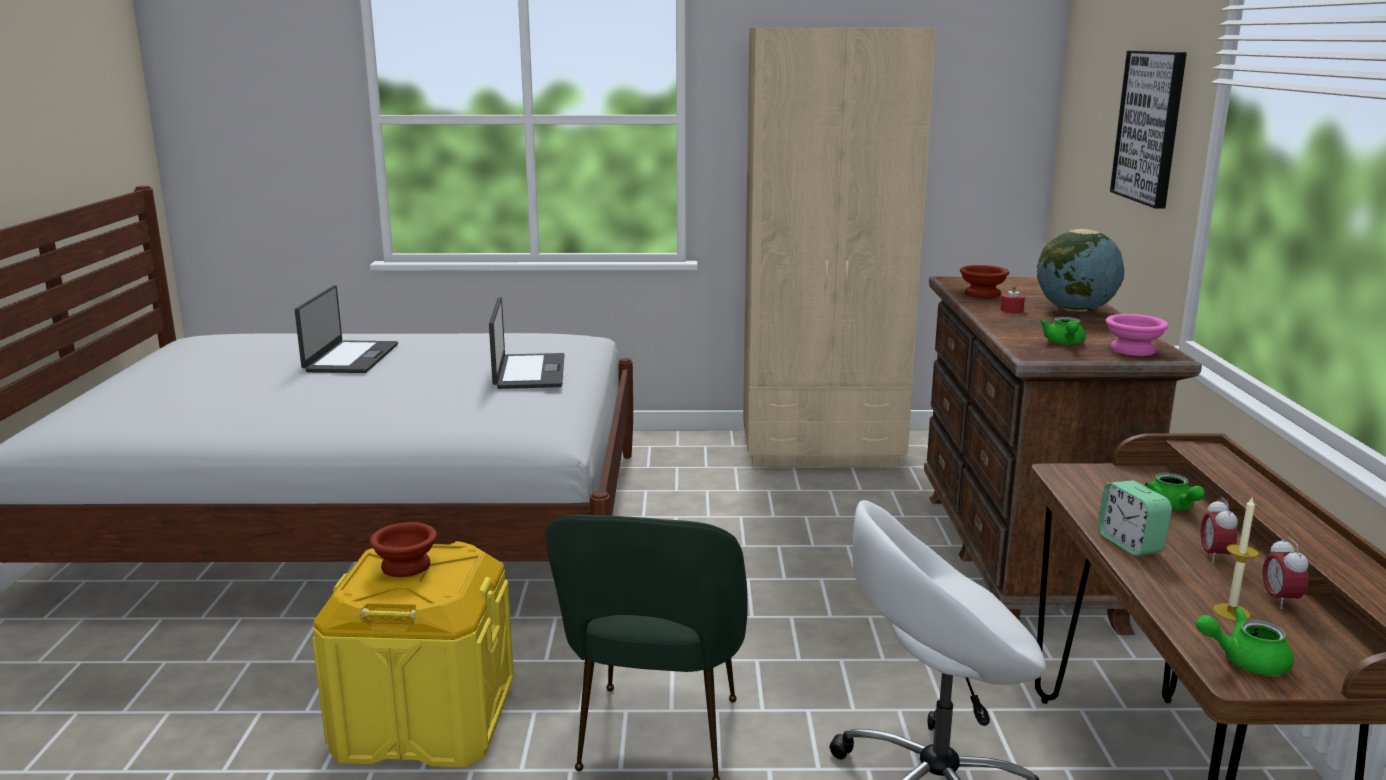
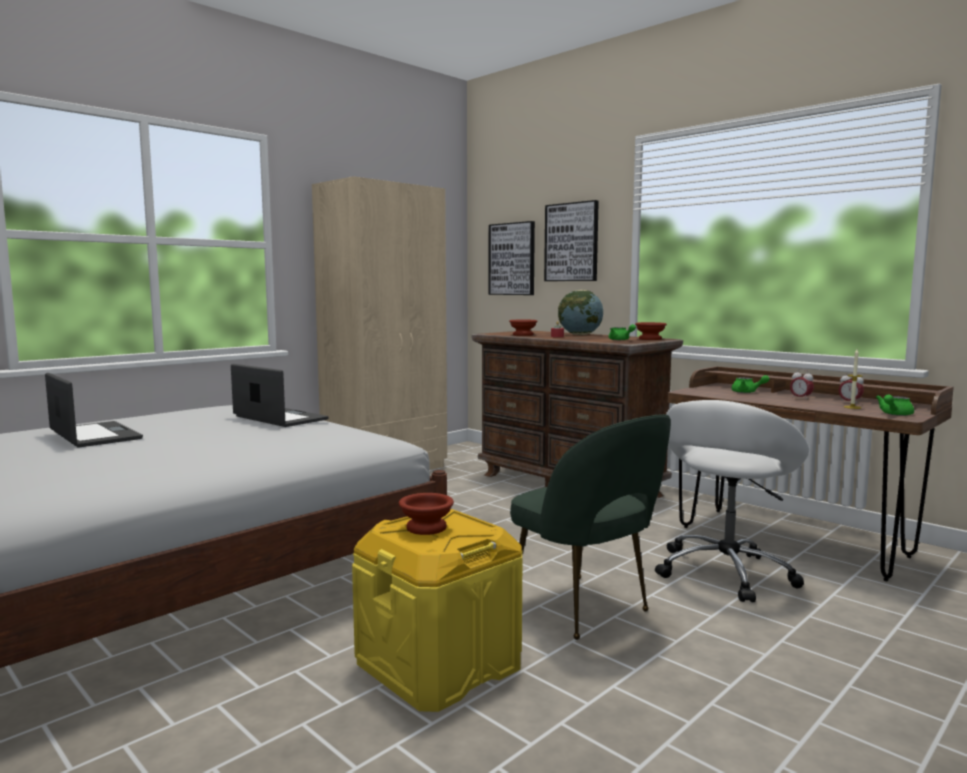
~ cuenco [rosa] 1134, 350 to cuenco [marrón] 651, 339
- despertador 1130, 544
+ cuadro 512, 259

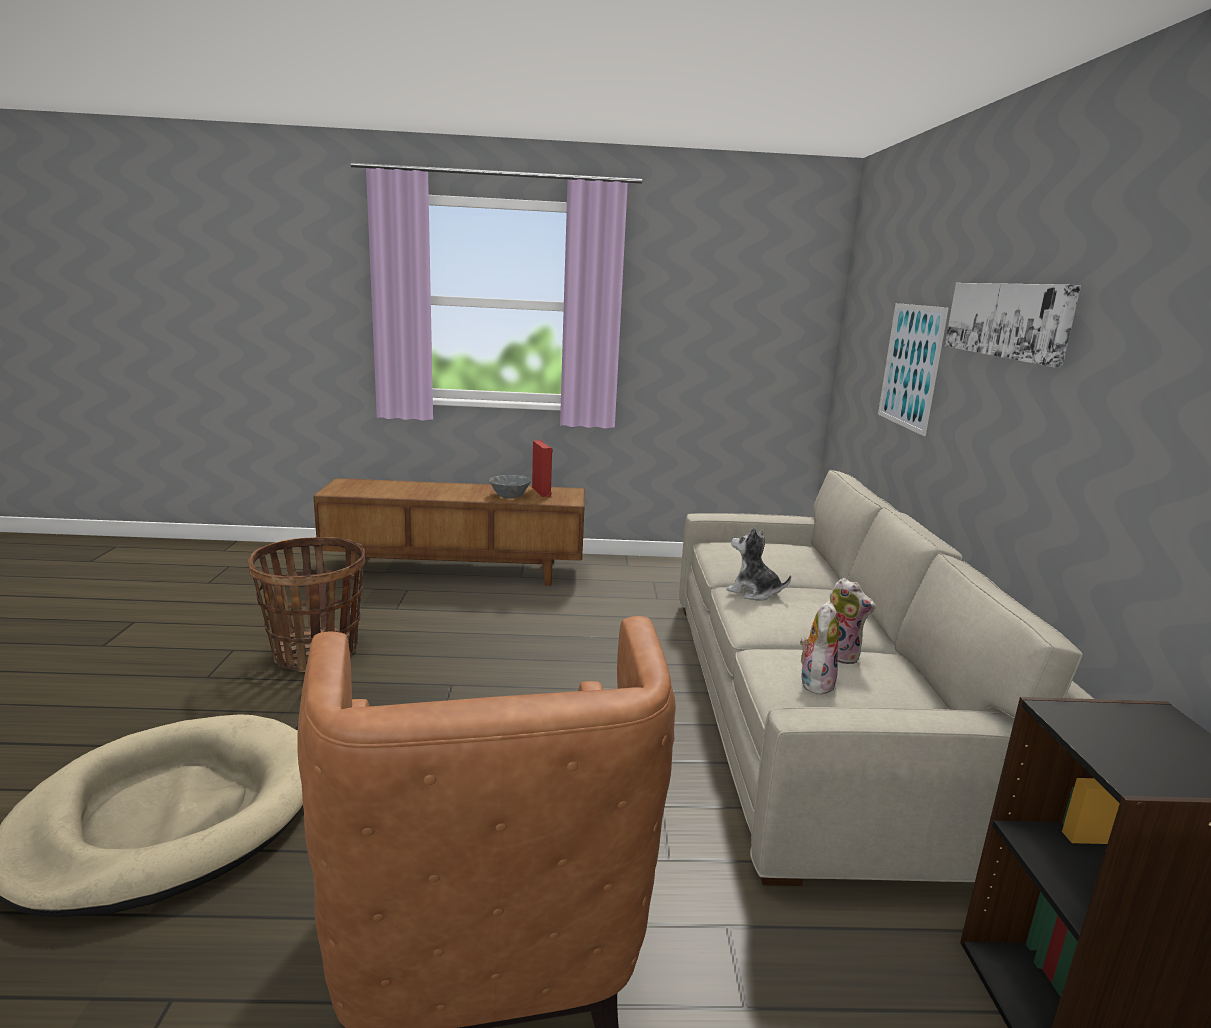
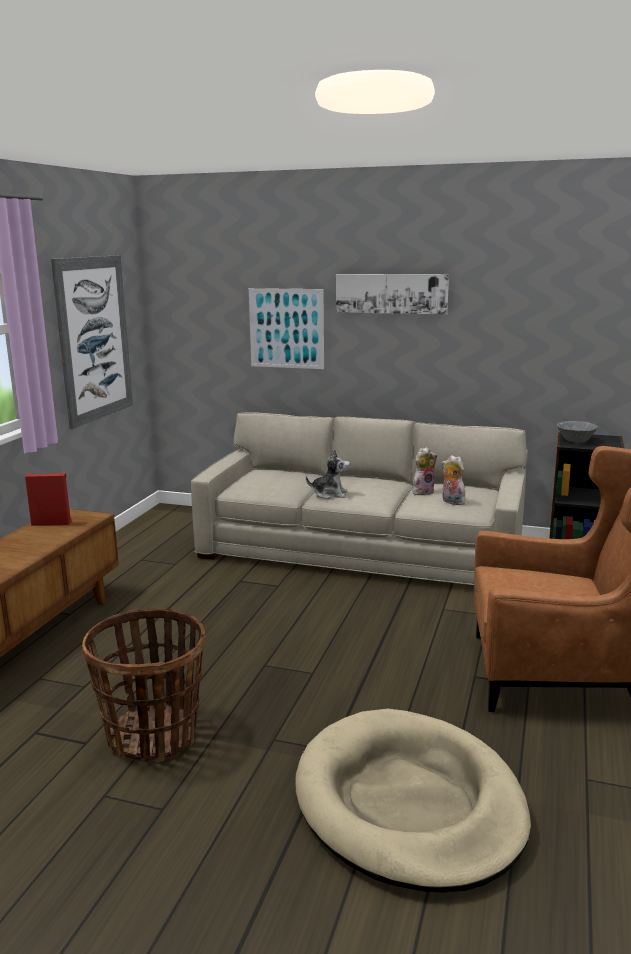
~ cuenco [gris] 509, 495 to 575, 440
~ peluche 753, 592 = 329, 494 135 degrees counterclockwise
+ cuadro 94, 339

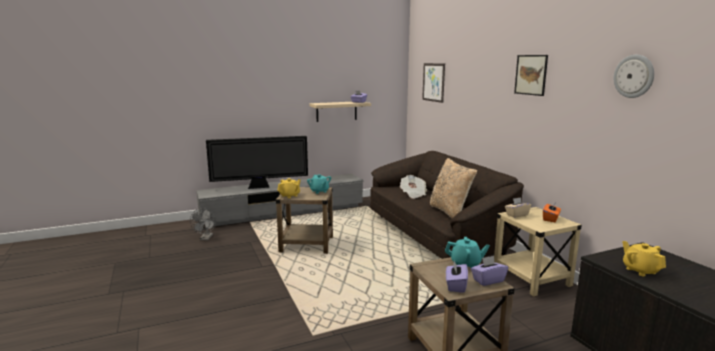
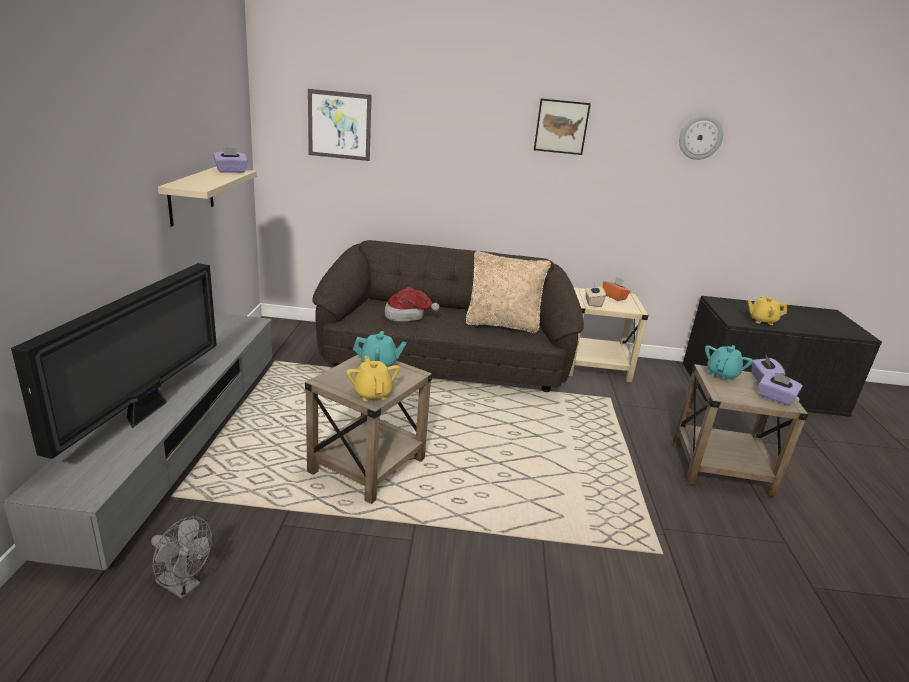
~ periódico 413, 194 to sombrero 407, 316

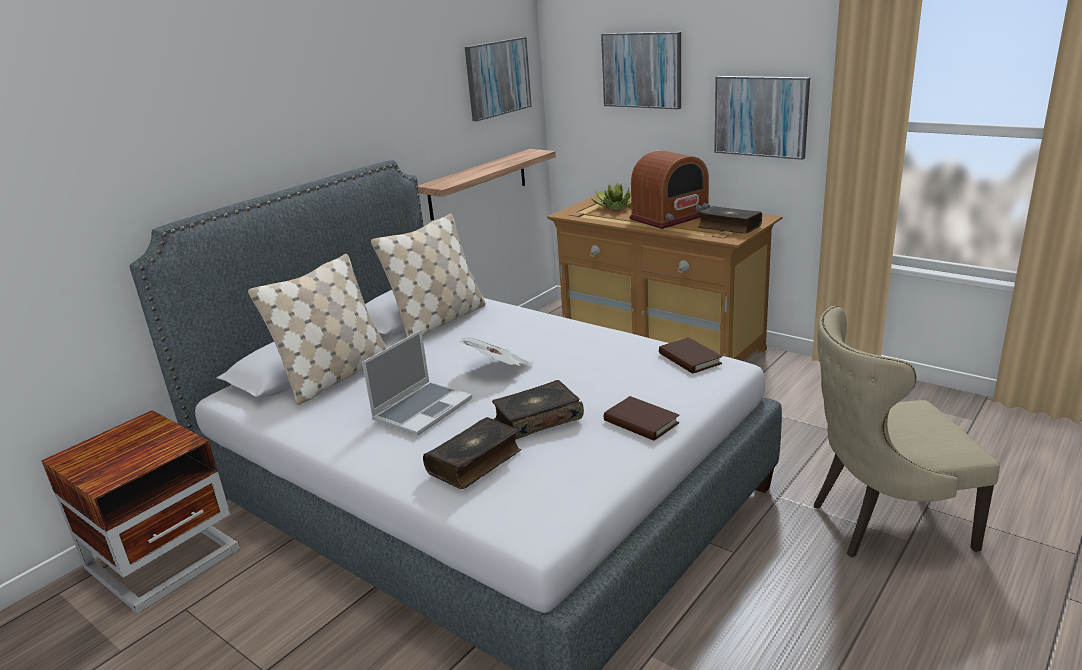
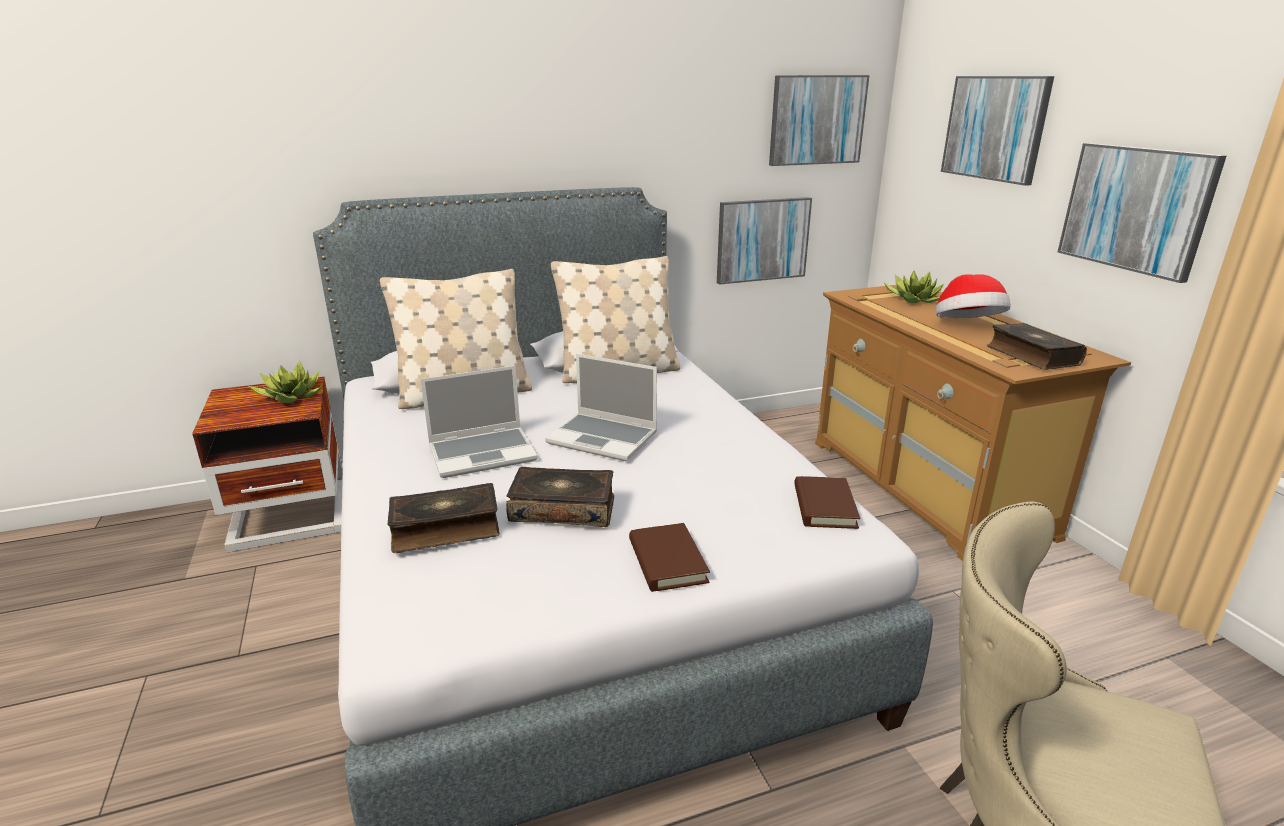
~ estante 478, 184 to cuadro 762, 240
~ radio 670, 217 to sombrero 967, 326
~ periódico 498, 368 to portátil 604, 438
+ planta en maceta 291, 397

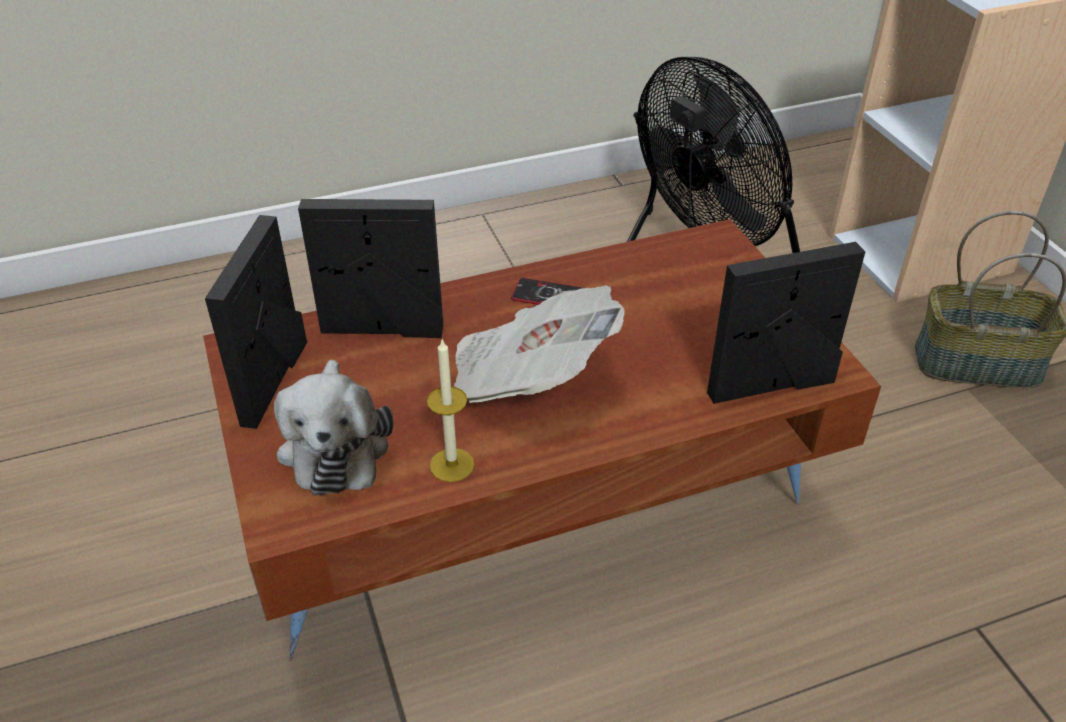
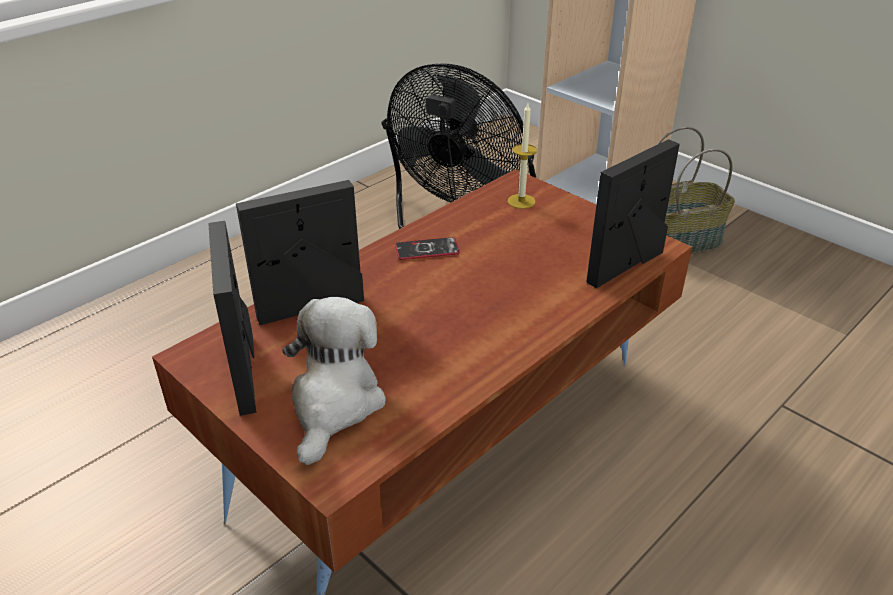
- periódico 529, 378
~ vela 452, 465 to 521, 201
~ peluche 334, 445 = 334, 403 135 degrees counterclockwise

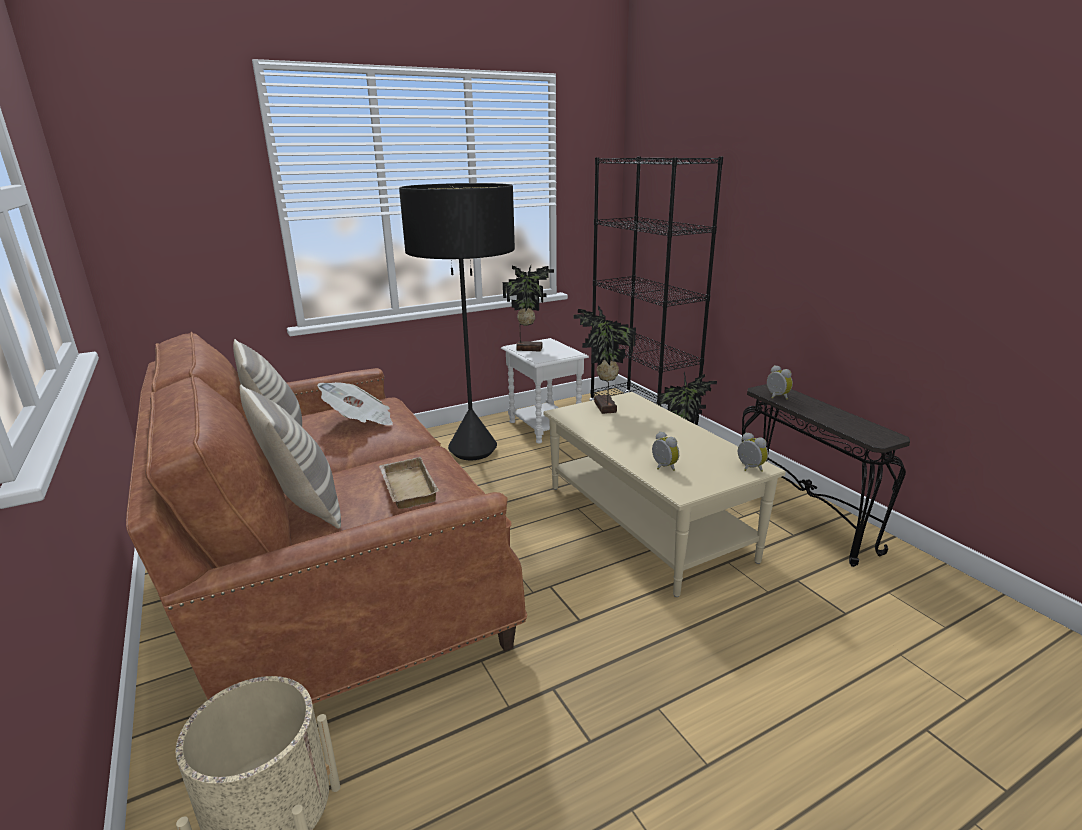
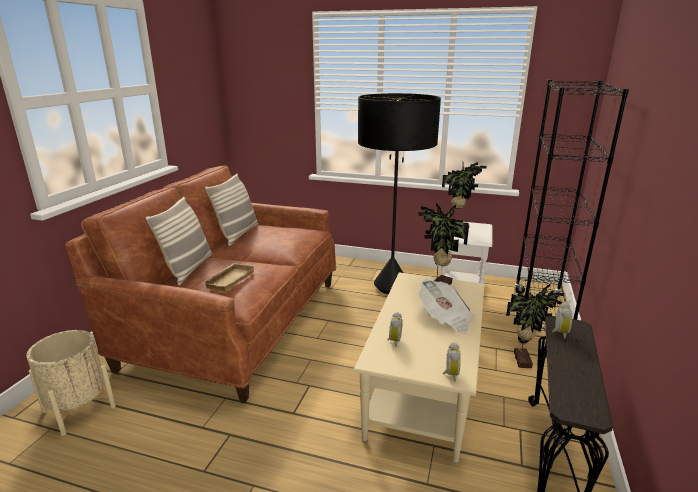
~ periódico 360, 421 to 445, 319

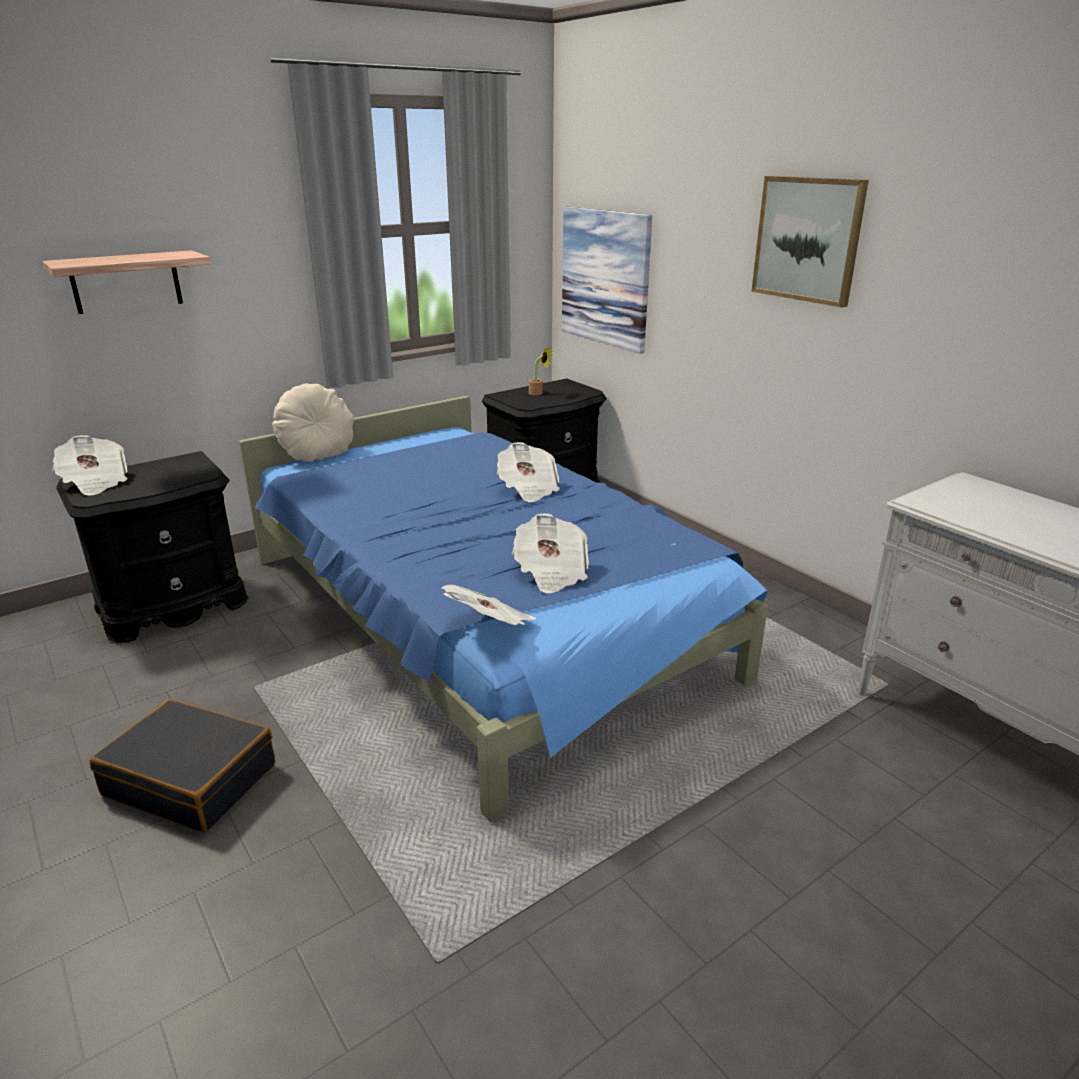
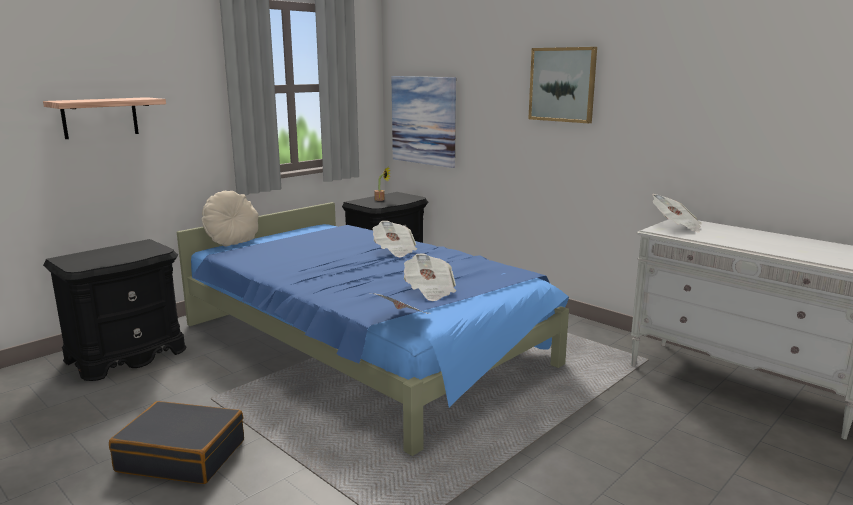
~ periódico 95, 482 to 676, 226

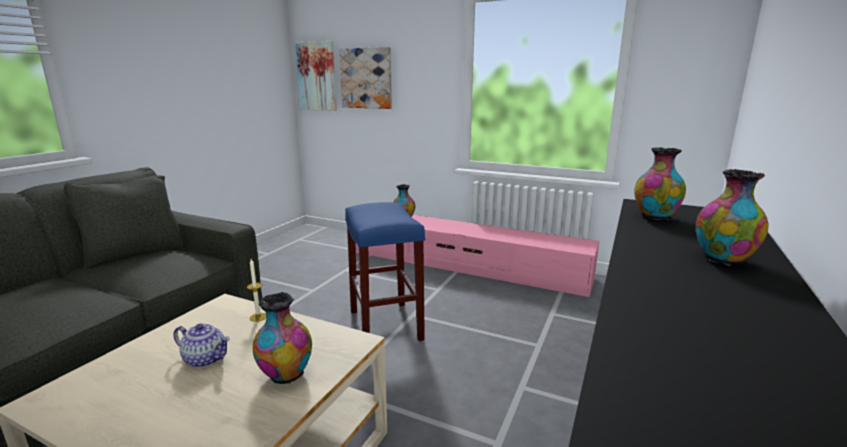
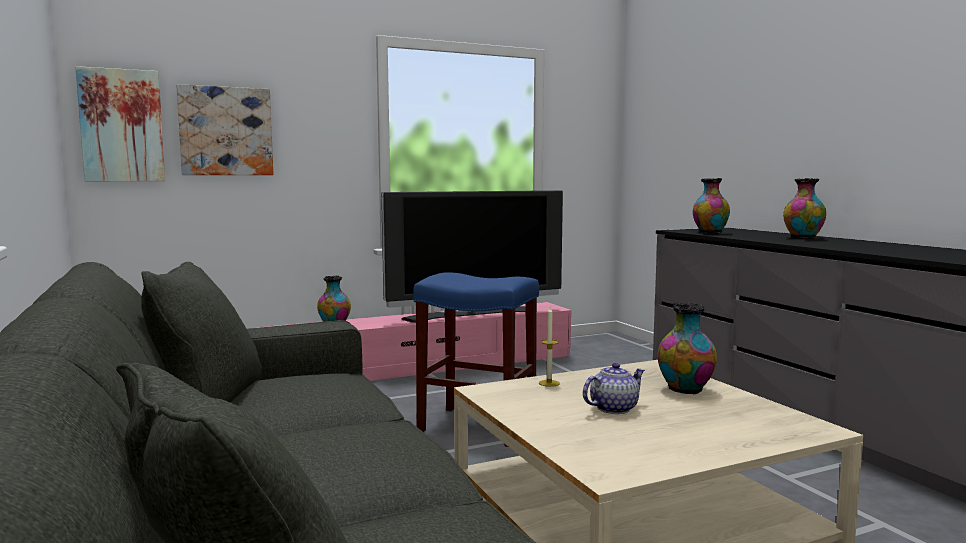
+ televisor 472, 314

